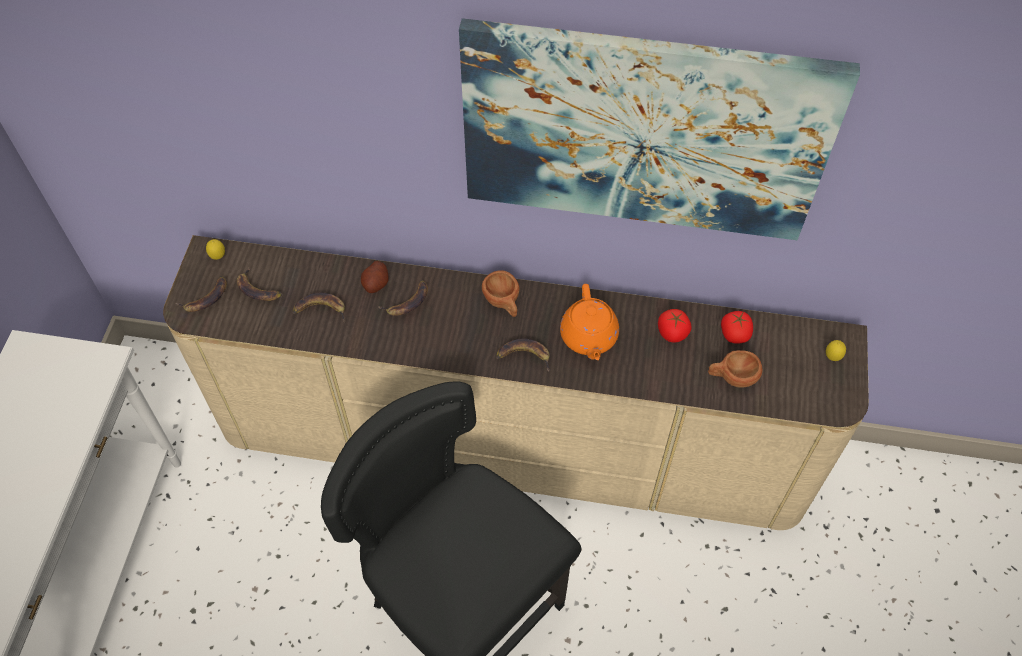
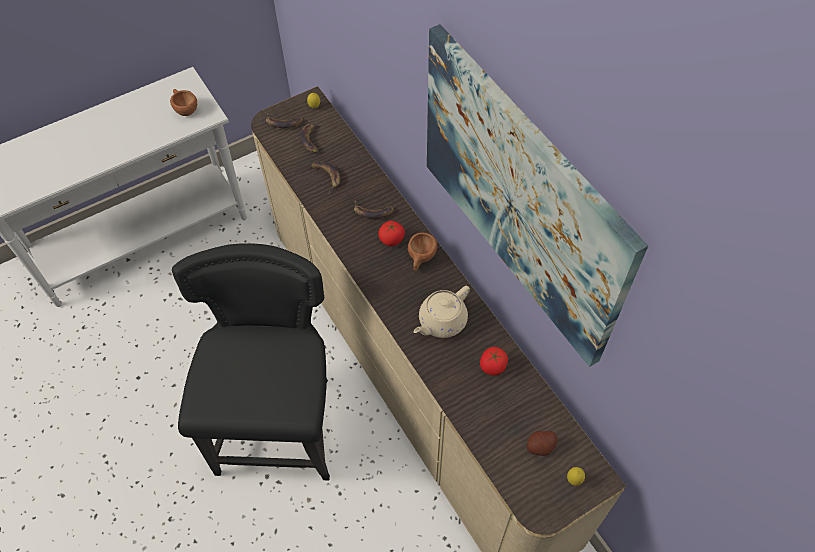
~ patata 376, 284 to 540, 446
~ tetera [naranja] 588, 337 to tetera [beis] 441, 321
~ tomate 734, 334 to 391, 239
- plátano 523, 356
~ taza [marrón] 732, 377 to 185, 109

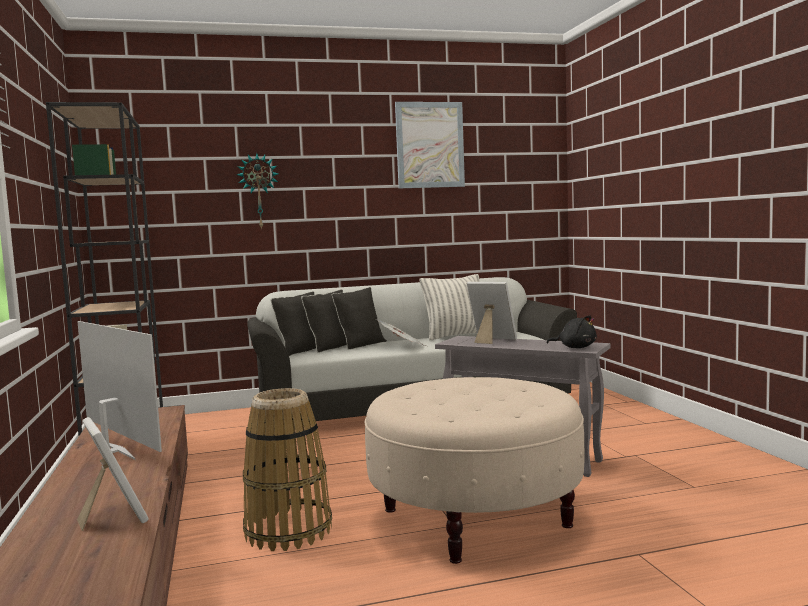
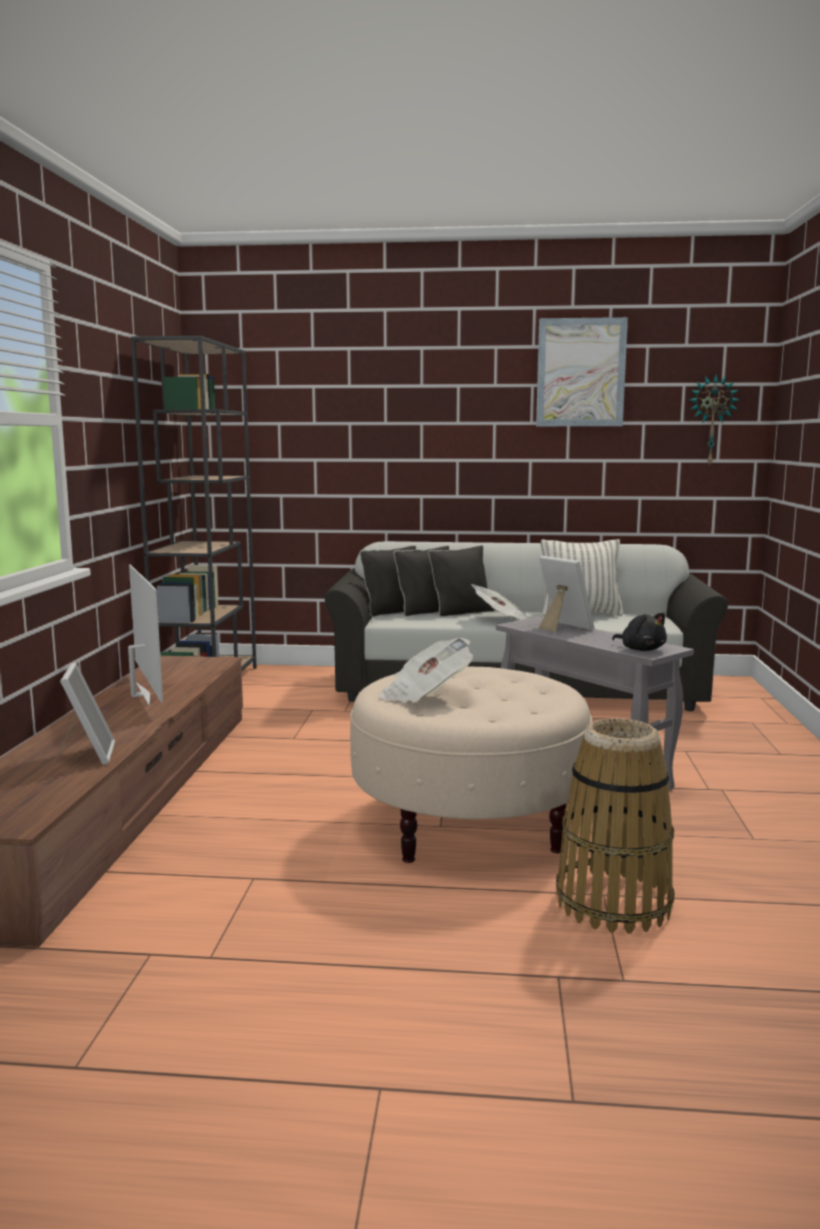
~ reloj de pared 258, 191 to 711, 420
~ cesta 288, 530 to 613, 902
+ periódico 425, 695

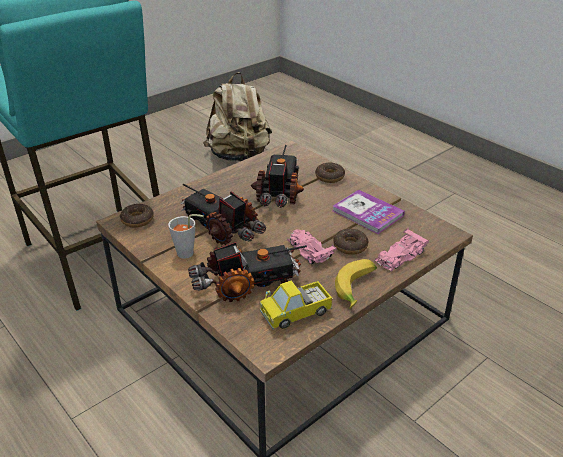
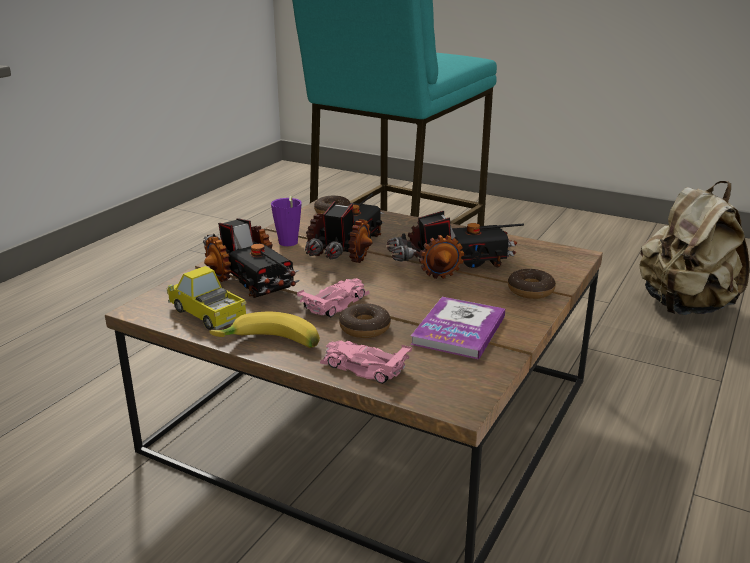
~ taza [gris] 189, 254 to taza [morado] 288, 244

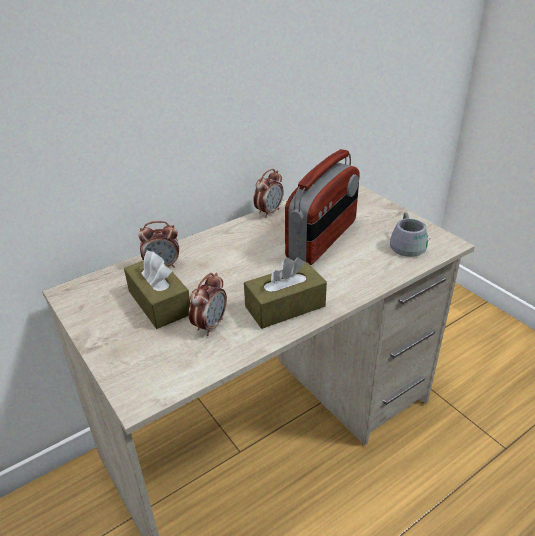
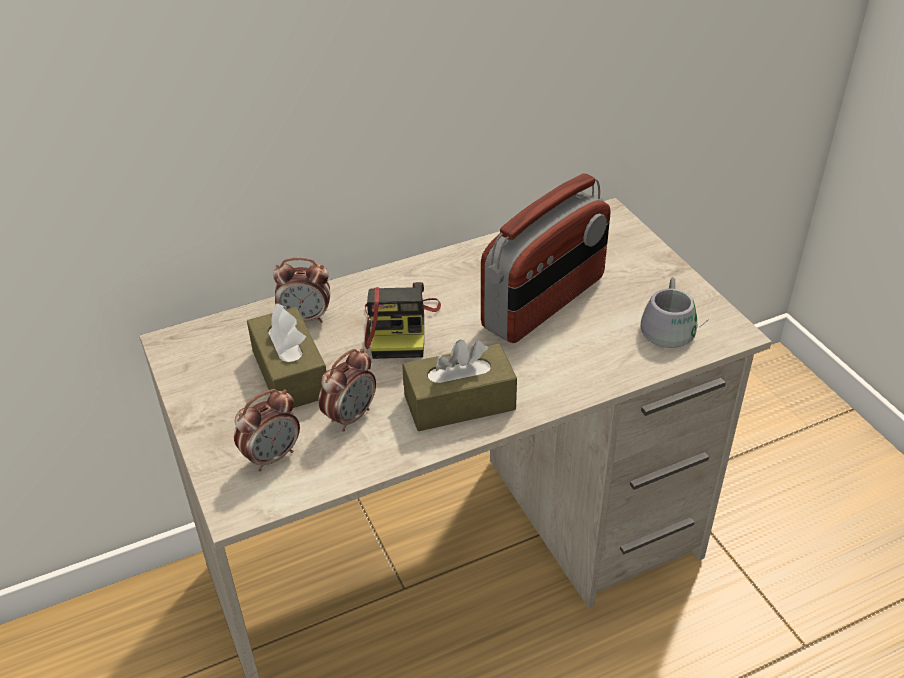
~ despertador 269, 212 to 272, 456
+ cámara 400, 328

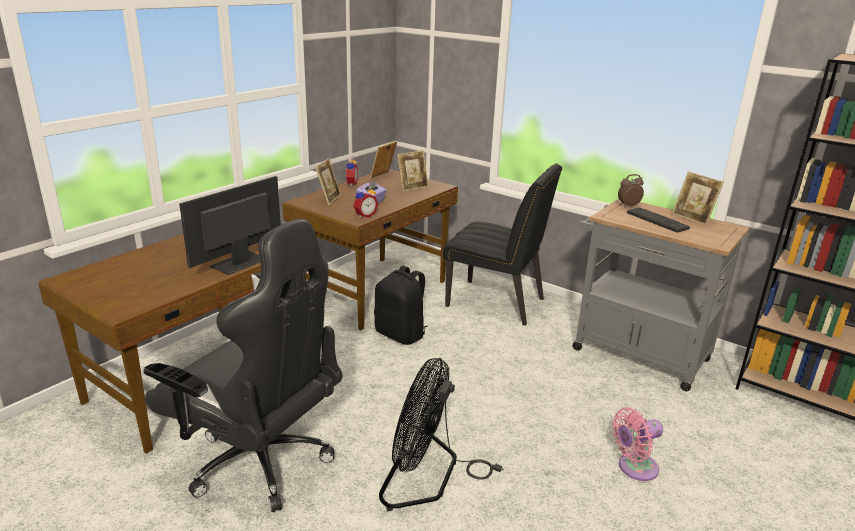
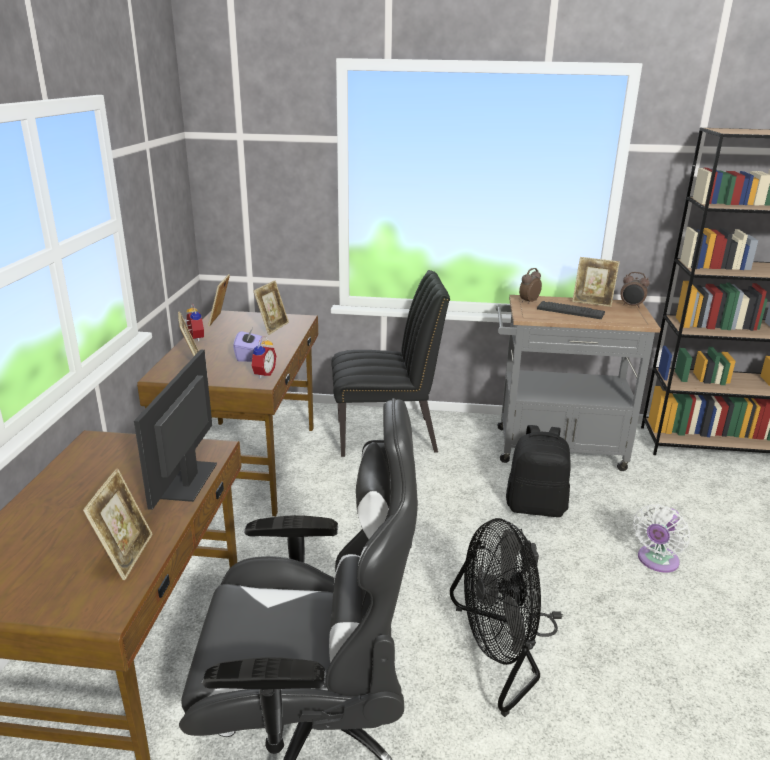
~ mochila [negro] 401, 334 to 536, 506
~ ventilador [rosa] 634, 468 to ventilador [blanco] 656, 561
+ despertador 631, 306
+ portarretratos 126, 555

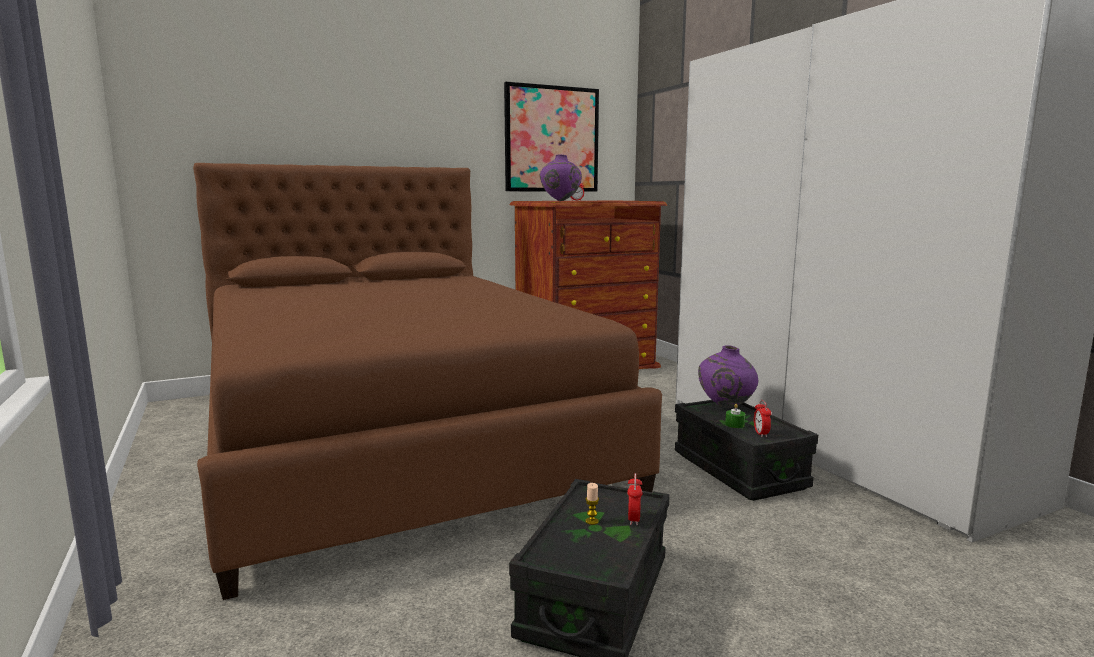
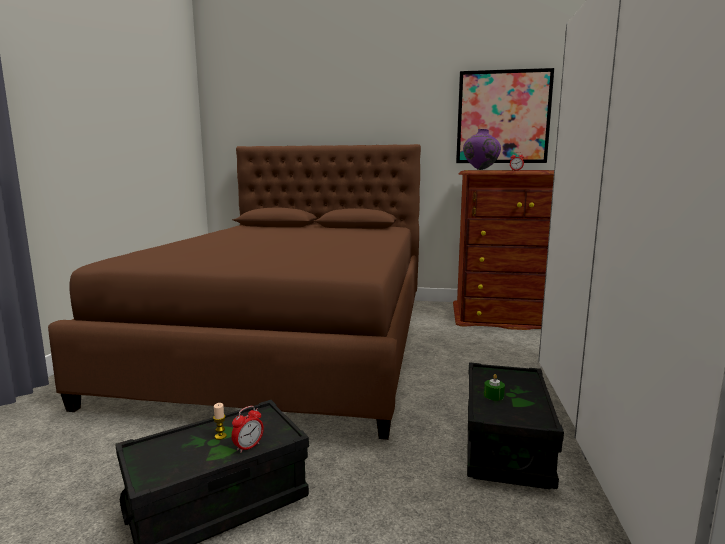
- florero [morado] 726, 407
- despertador 761, 434

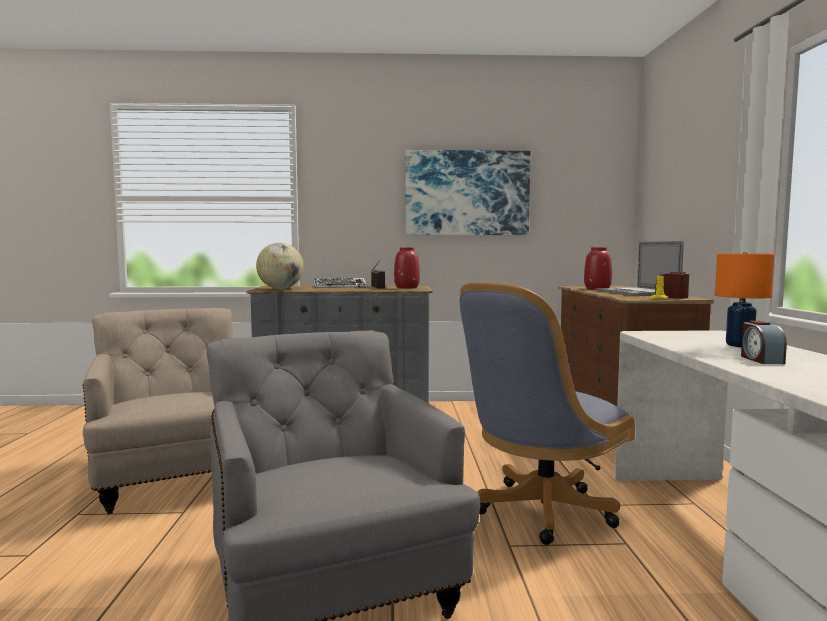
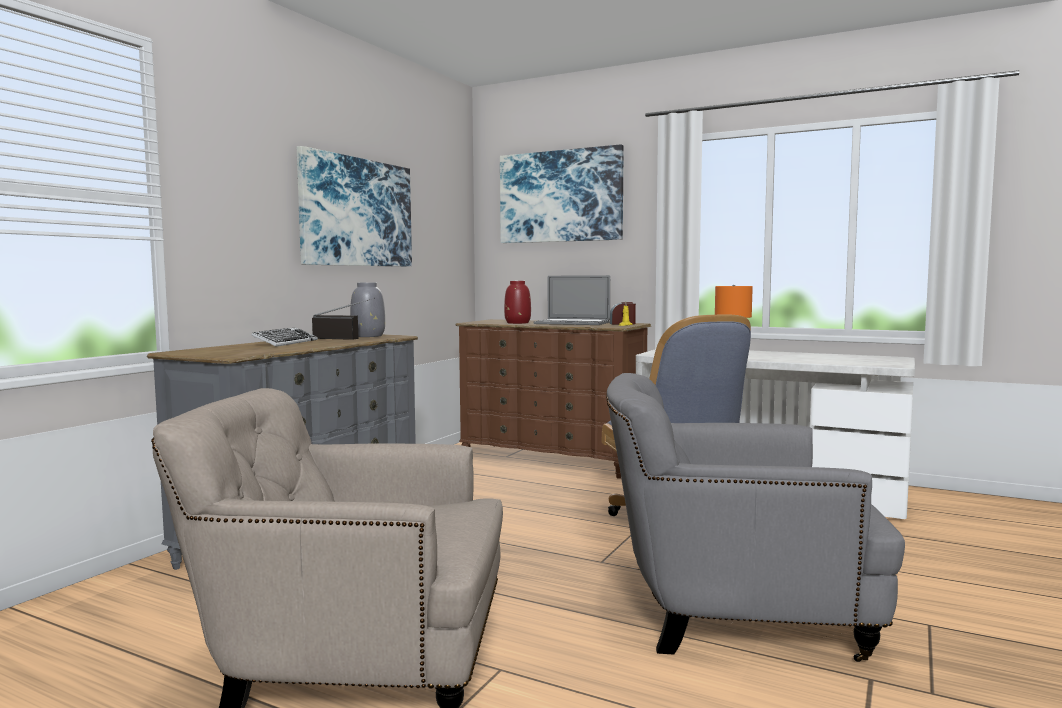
- globo terráqueo 281, 289
~ florero [rojo] 407, 287 to florero [gris] 368, 336
- despertador 760, 359
+ cuadro 560, 196

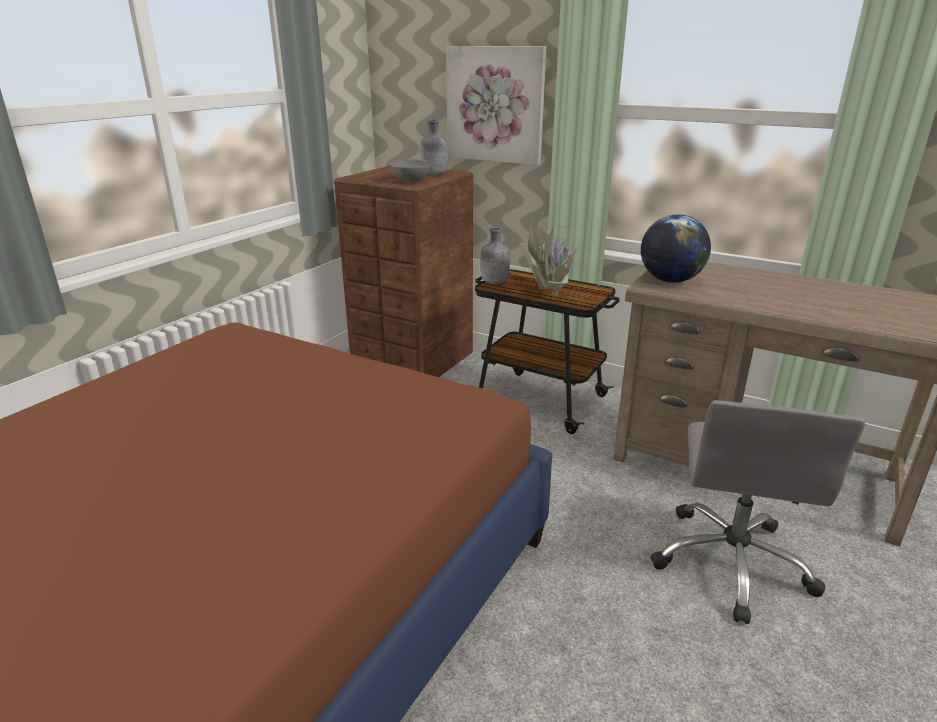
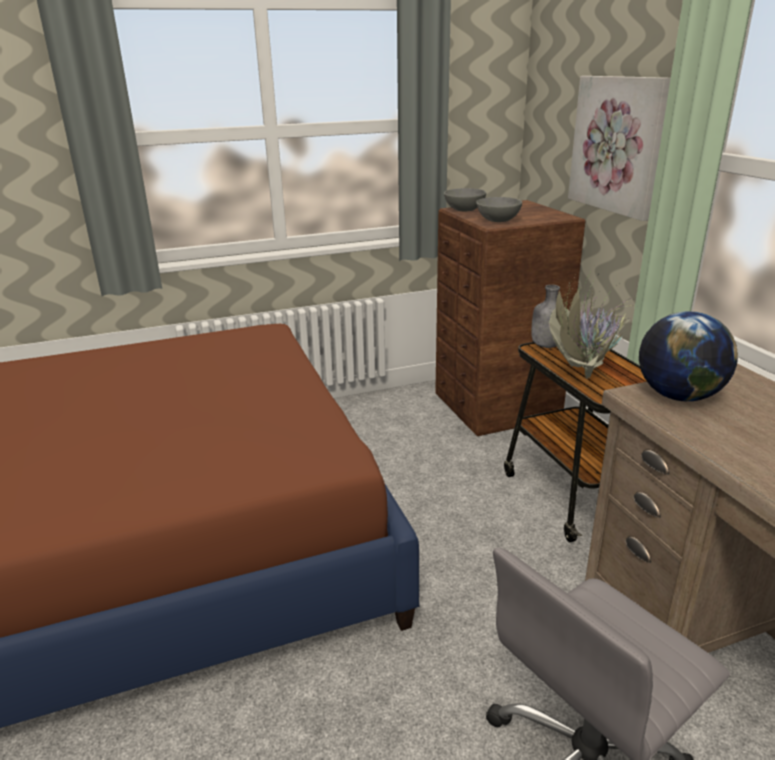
- botella [gris] 434, 175
+ cuenco [gris] 464, 210

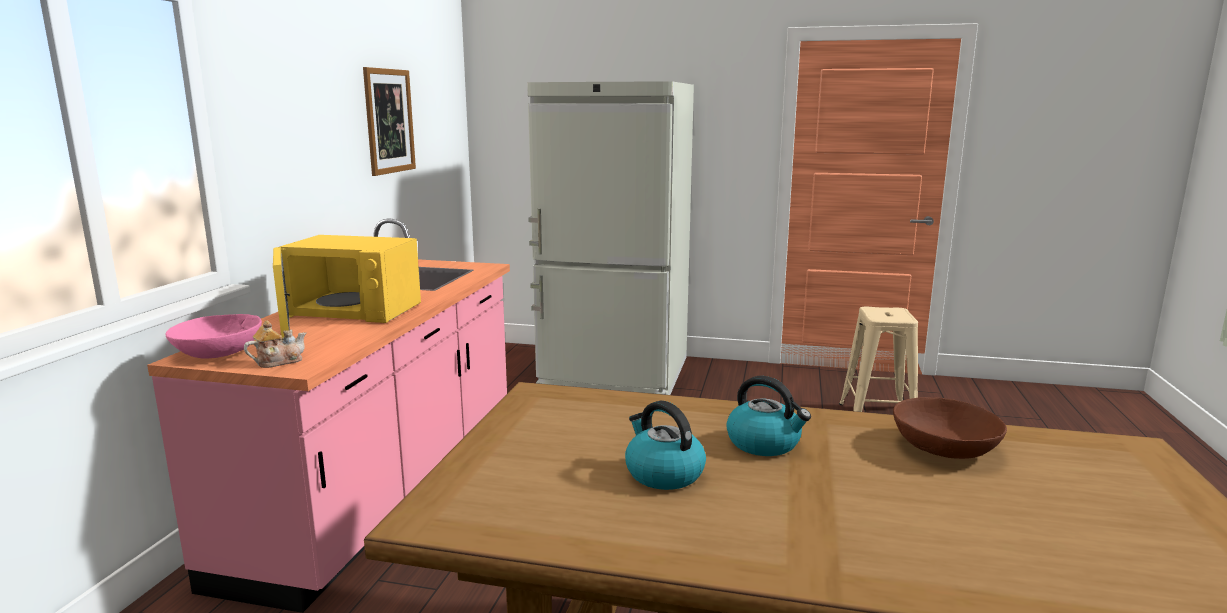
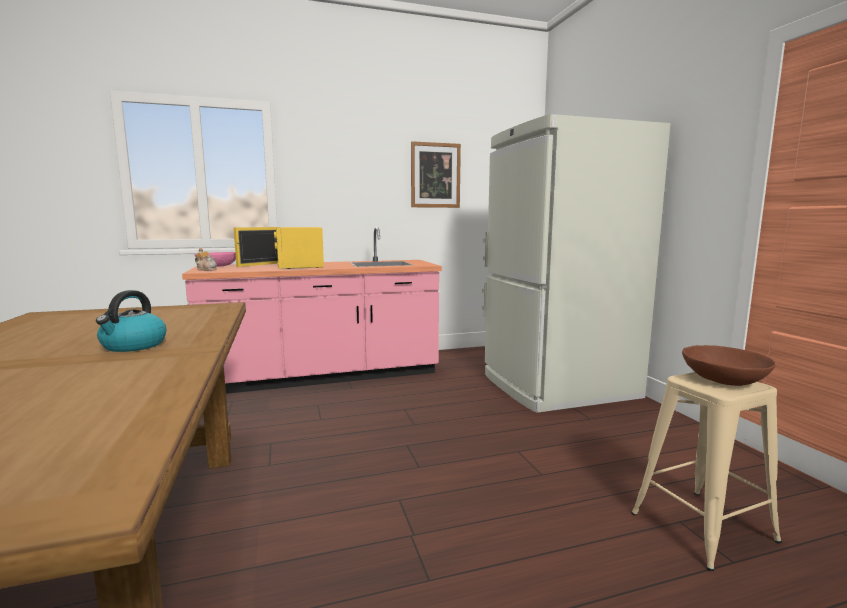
~ cuenco [marrón] 944, 448 to 723, 380
- hervidor 663, 473

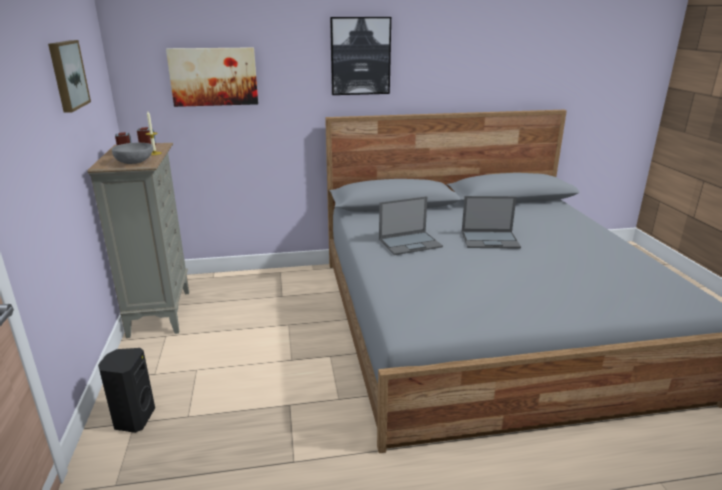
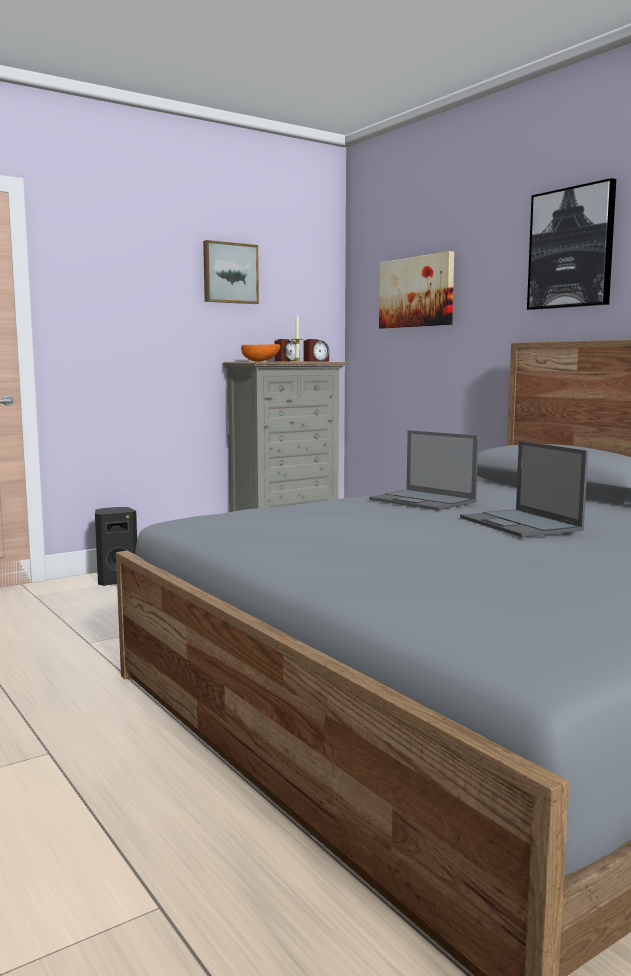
~ cuenco [gris] 135, 162 to cuenco [naranja] 261, 361

